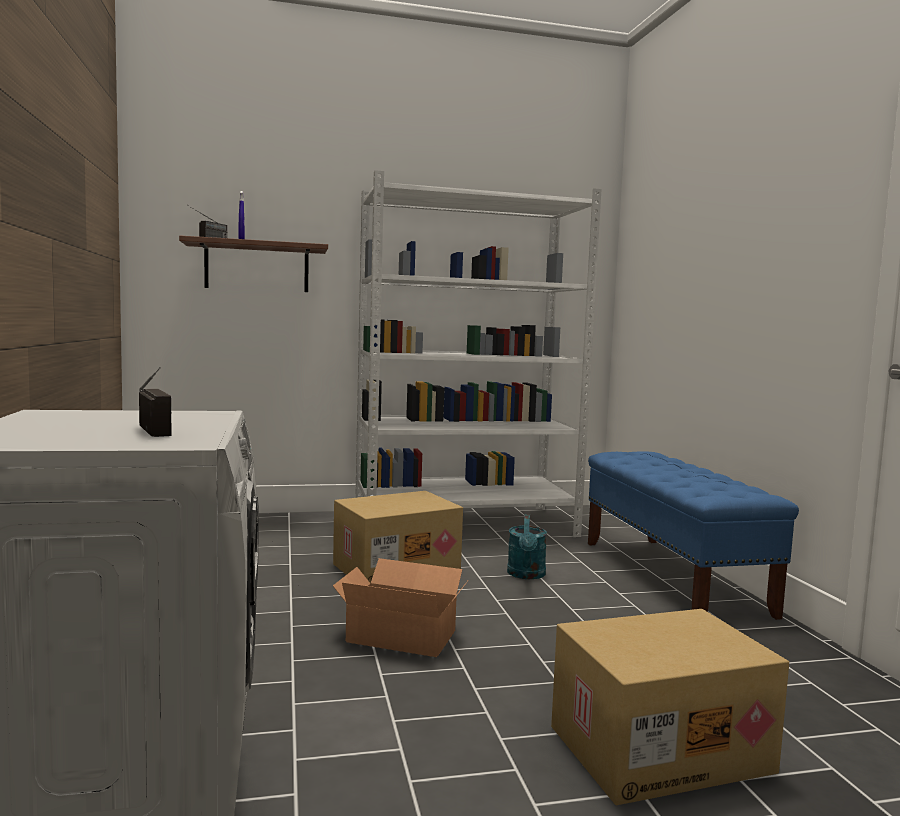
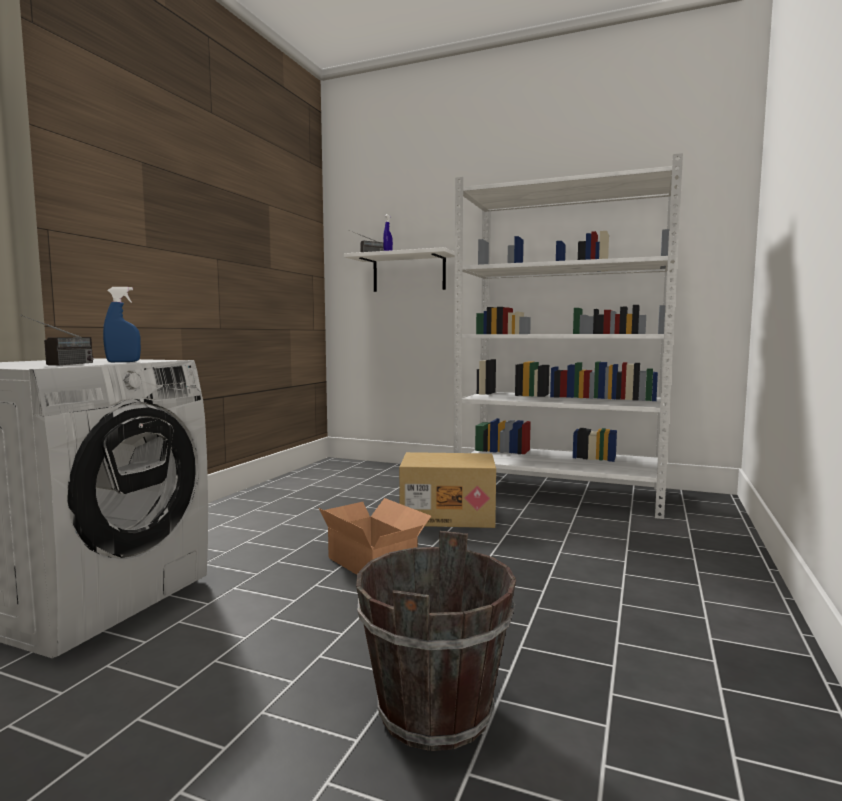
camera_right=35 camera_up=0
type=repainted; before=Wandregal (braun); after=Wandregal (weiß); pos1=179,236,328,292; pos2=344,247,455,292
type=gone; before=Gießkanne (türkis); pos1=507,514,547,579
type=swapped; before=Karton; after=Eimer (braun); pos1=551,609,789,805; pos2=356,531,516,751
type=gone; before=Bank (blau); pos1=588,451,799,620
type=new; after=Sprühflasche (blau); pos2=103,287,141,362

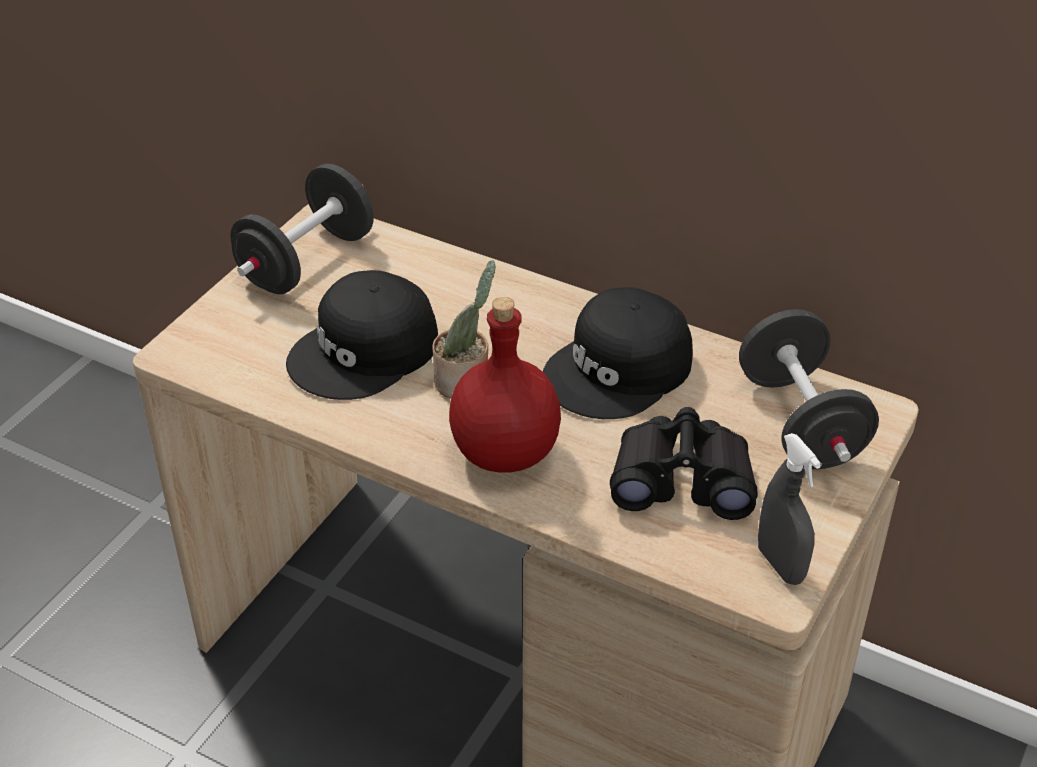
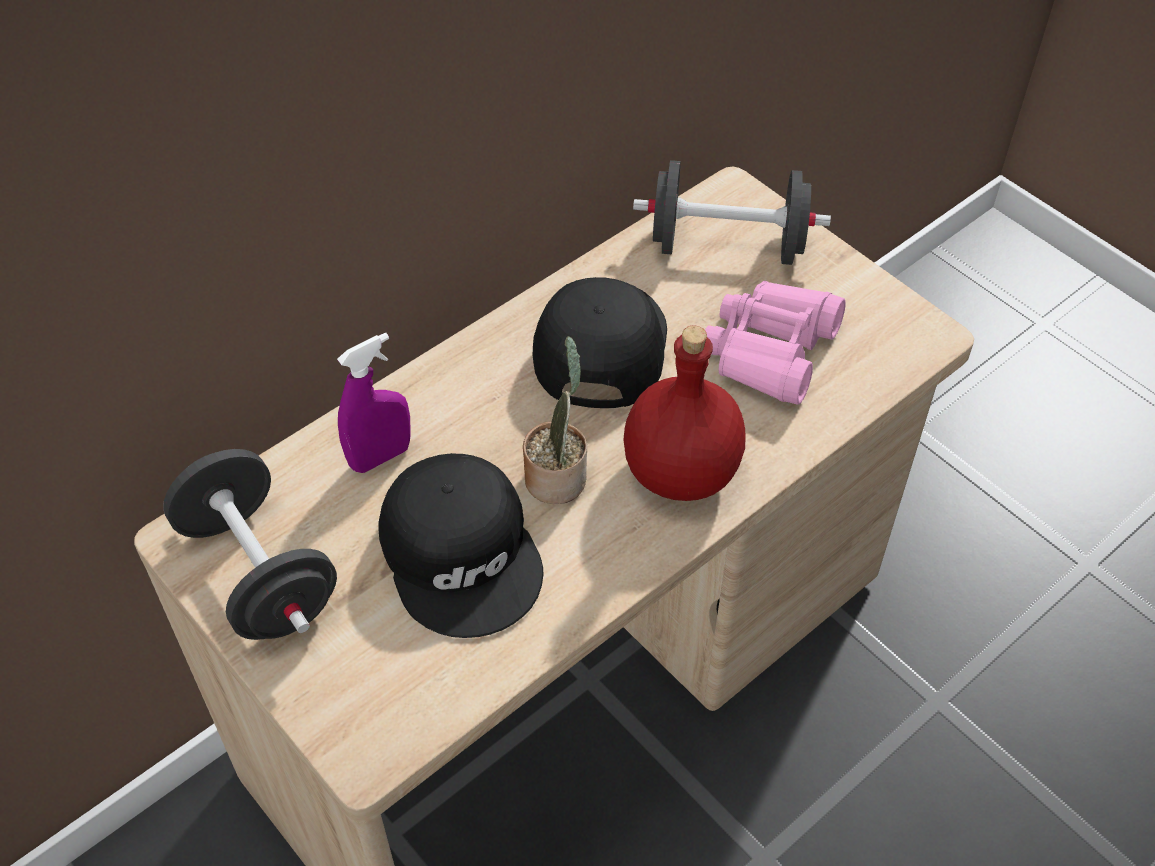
camera_right=-70 camera_up=10
type=rotated; before=Kappe (schwarz); pos1=543,287,693,419; pos2=533,277,667,408; turn=-150
type=repainted; before=Fernglas (schwarz); after=Fernglas (rosa); pos1=610,407,758,520; pos2=705,281,846,404
type=gone; before=Sprühflasche (grau); pos1=758,433,822,585
type=new; after=Sprühflasche (lila); pos2=337,333,411,473

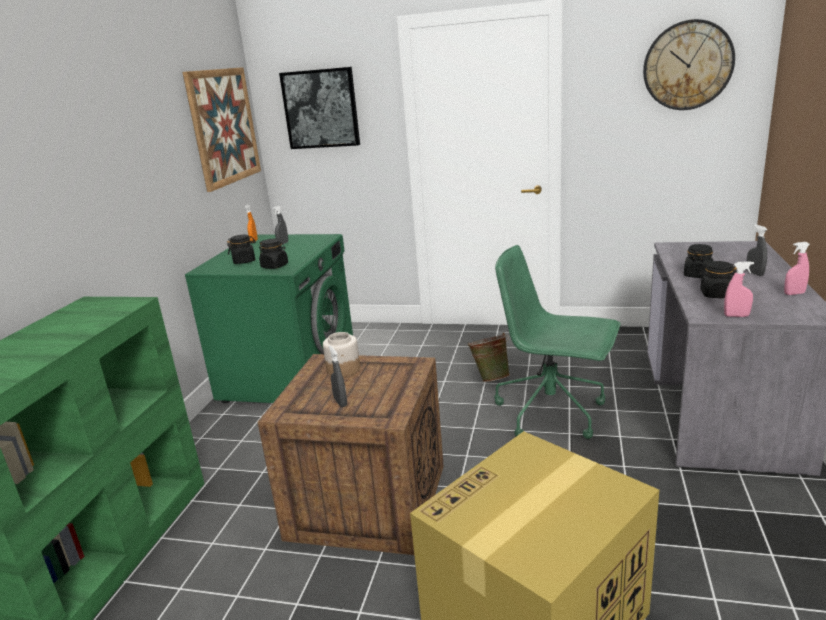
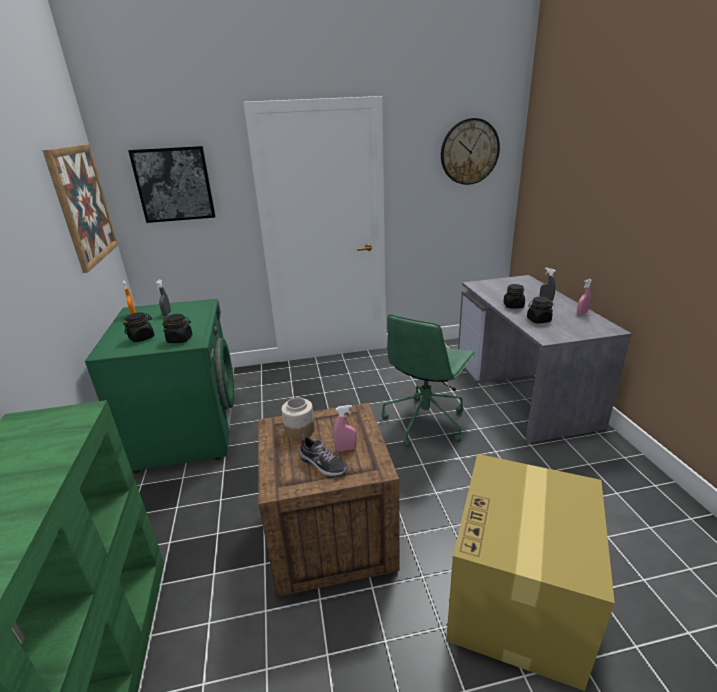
camera_right=-25 camera_up=5
type=swapped; before=Sprühflasche (grau); after=Schuh; pos1=329,345,347,407; pos2=299,434,348,476
type=gone; before=Eimer (grün); pos1=468,332,510,382
type=rotated; before=Bürostuhl (grün); pos1=494,245,621,439; pos2=381,314,476,447; turn=-60
type=shifted; before=Sprühflasche (rosa); pos1=724,261,754,317; pos2=333,405,357,451

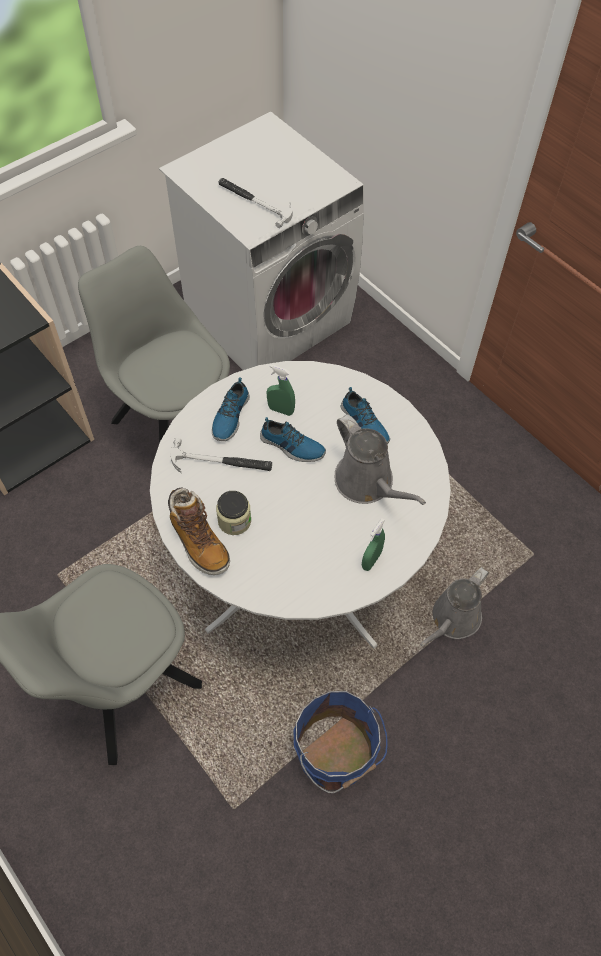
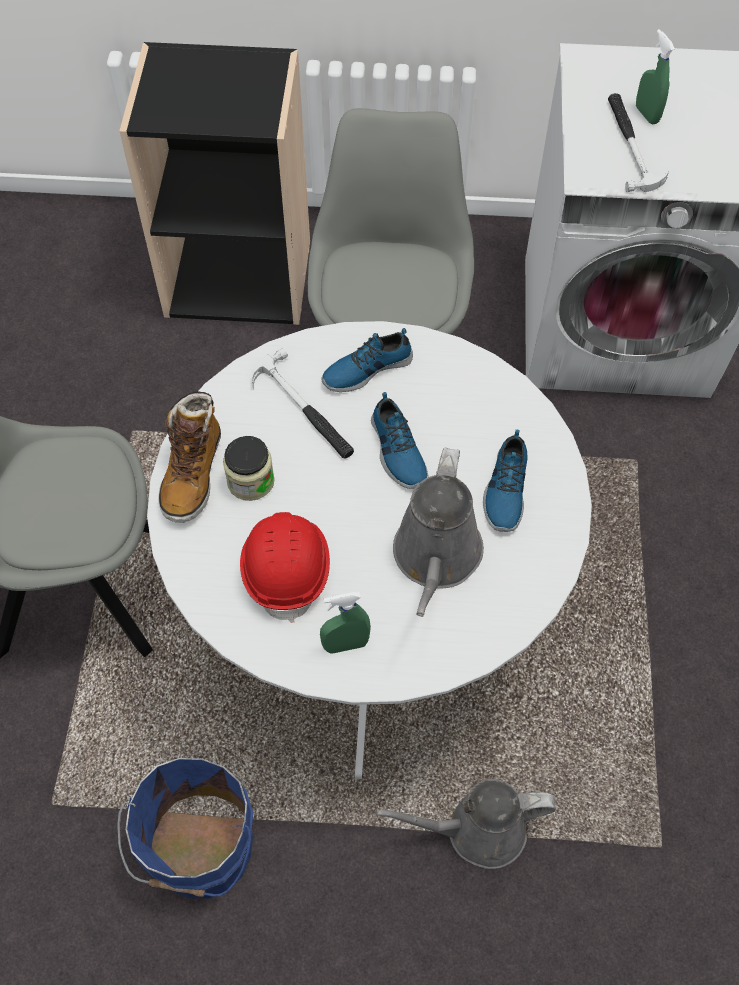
camera_right=45 camera_up=0
type=shifted; before=Sprühflasche (grün); pos1=267,364,295,416; pos2=636,29,675,124
type=new; after=Schutzhelm (rot); pos2=240,512,330,623

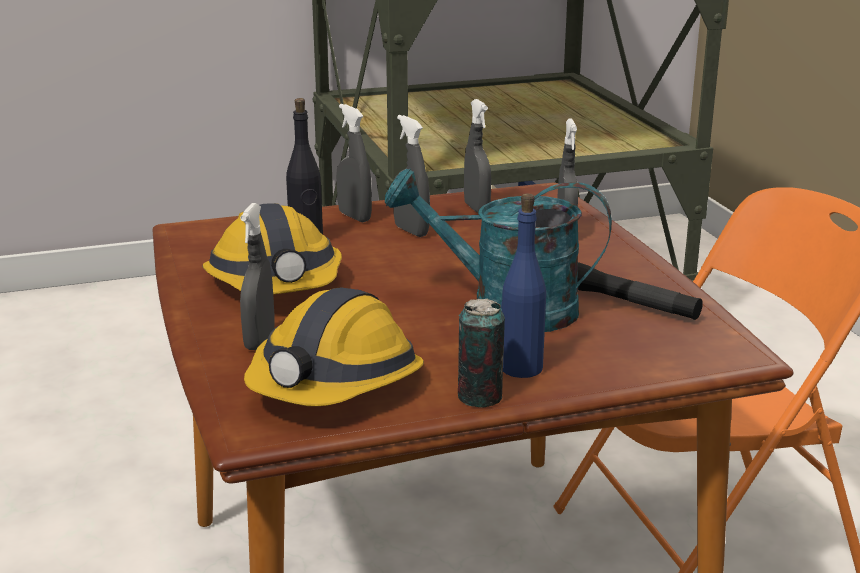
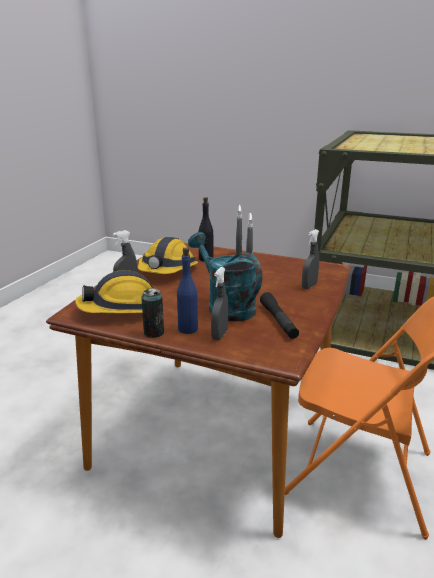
camera_right=40 camera_up=0
type=shifted; before=Sprühflasche (grau); pos1=464,99,491,213; pos2=211,267,228,340

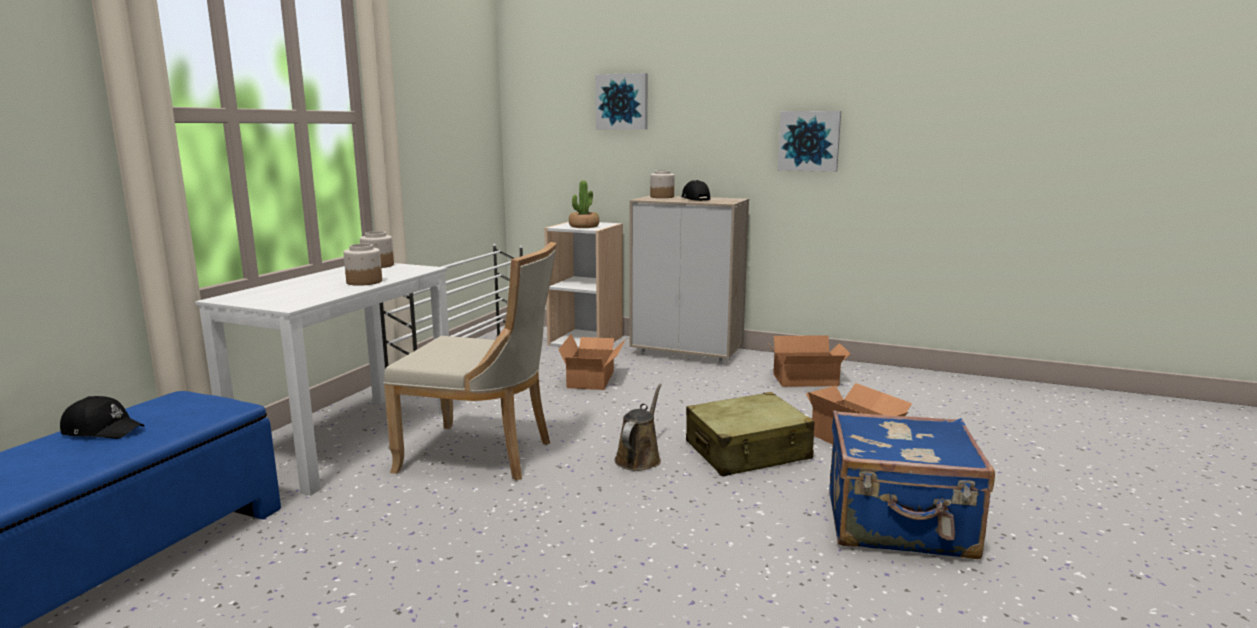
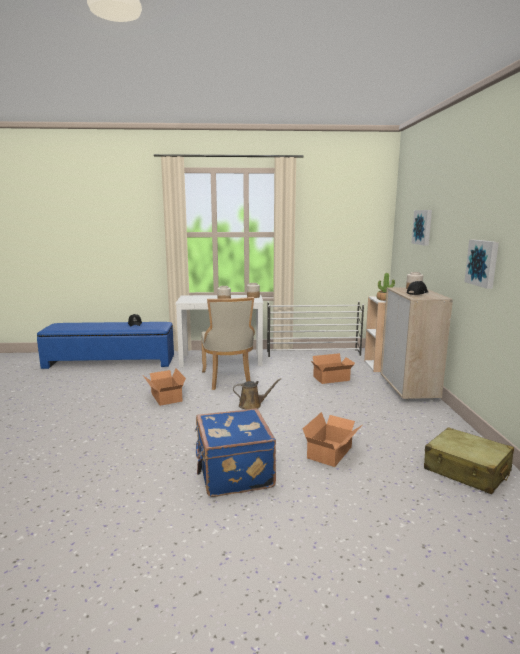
camera_right=65 camera_up=0
type=shifted; before=Koffer (beige); pos1=686,392,815,477; pos2=424,427,514,494
type=shifted; before=Karton; pos1=768,335,851,387; pos2=144,368,186,406

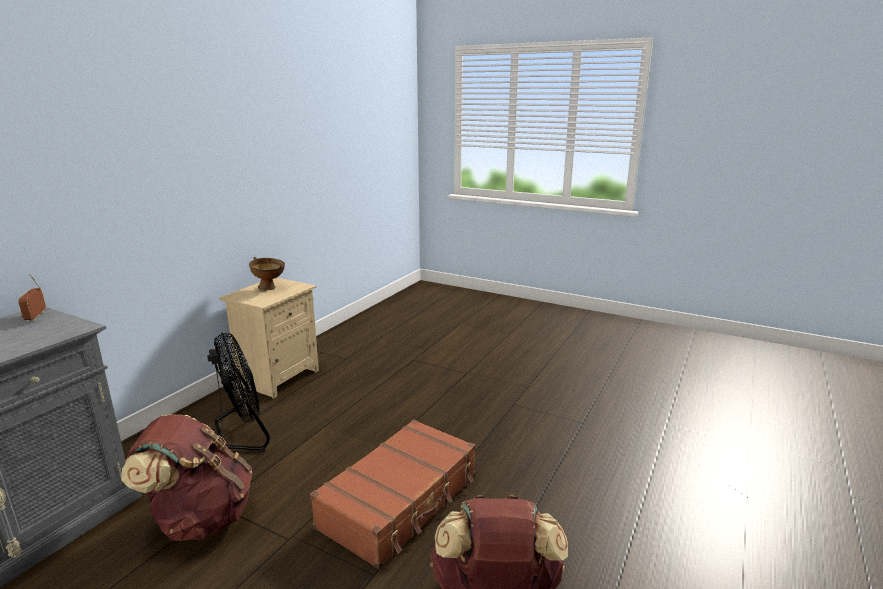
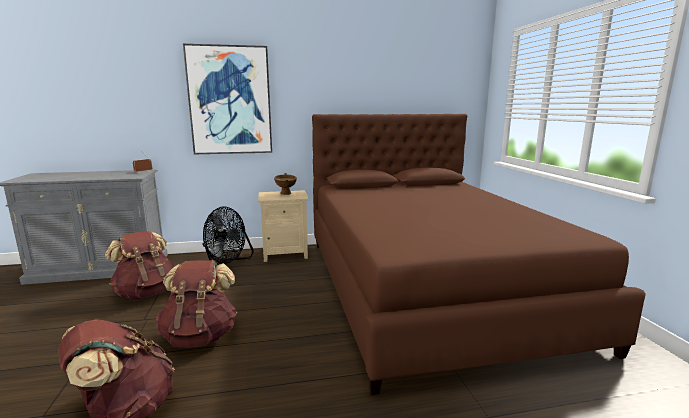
camera_right=50 camera_up=-5
type=swapped; before=Koffer (braun); after=Rucksack (braun); pos1=310,419,476,569; pos2=156,260,237,348
type=new; after=Bild; pos2=183,44,272,154
type=new; after=Bett (braun); pos2=312,114,646,395

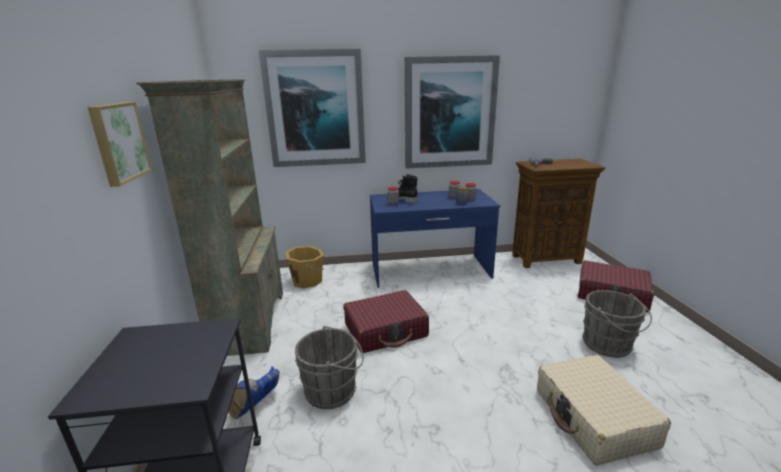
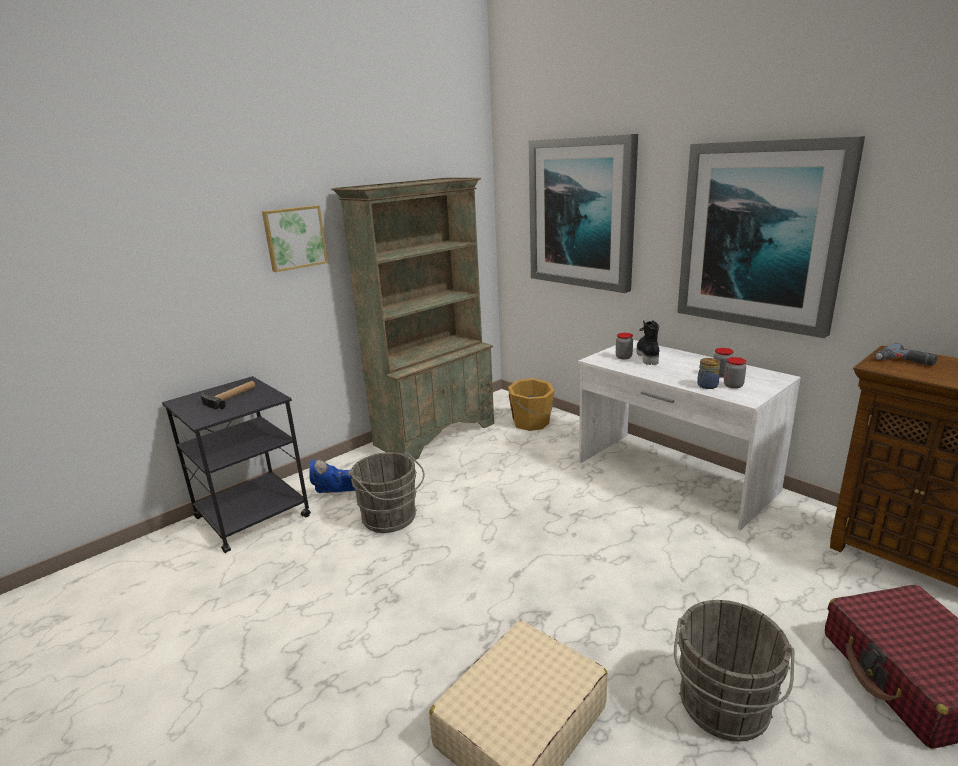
camera_right=55 camera_up=0
type=gone; before=Koffer (rot); pos1=344,290,429,353
type=repainted; before=Schreibtisch (blau); after=Schreibtisch (weiß); pos1=370,189,500,288; pos2=578,340,801,530
type=new; after=Hammer; pos2=201,381,255,409

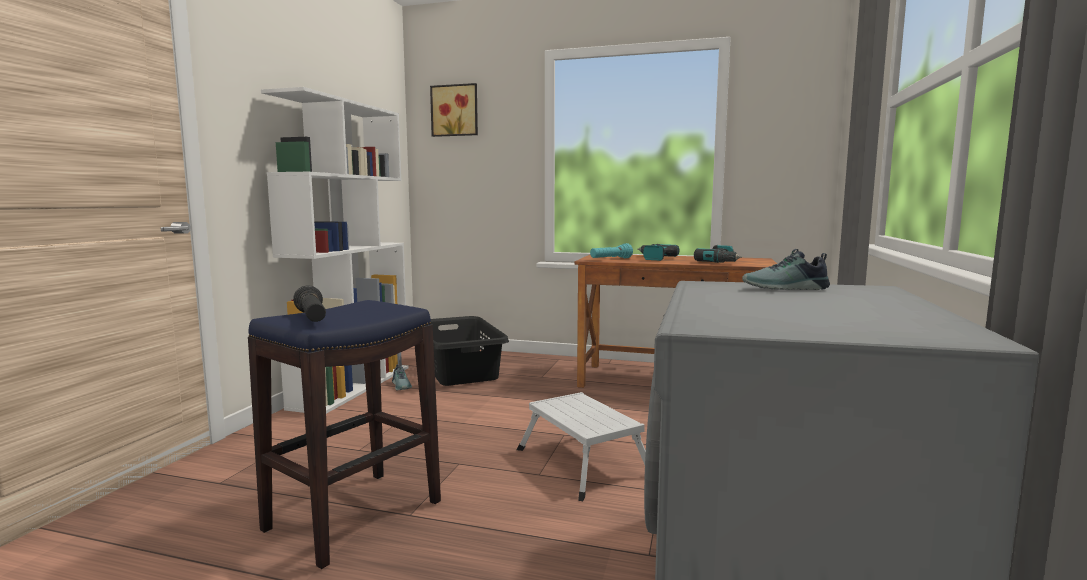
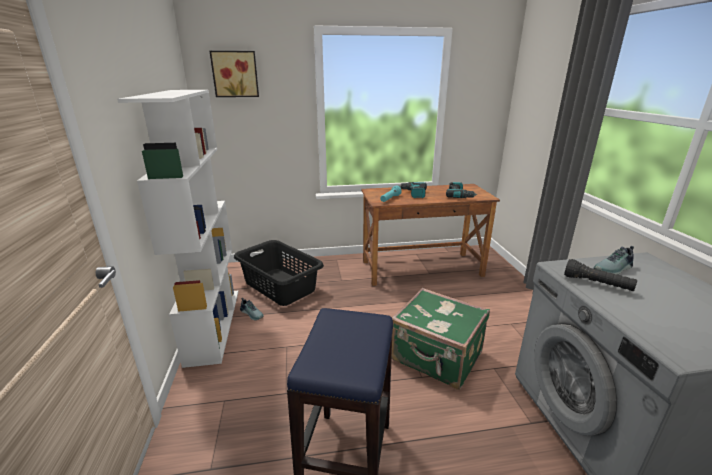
camera_right=-25 camera_up=15
type=shifted; before=Taschenlampe (schwarz); pos1=293,285,326,322; pos2=564,259,637,291
type=swapped; before=Trittleiter (weiß); after=Koffer (grün); pos1=516,392,646,501; pos2=391,288,490,390

